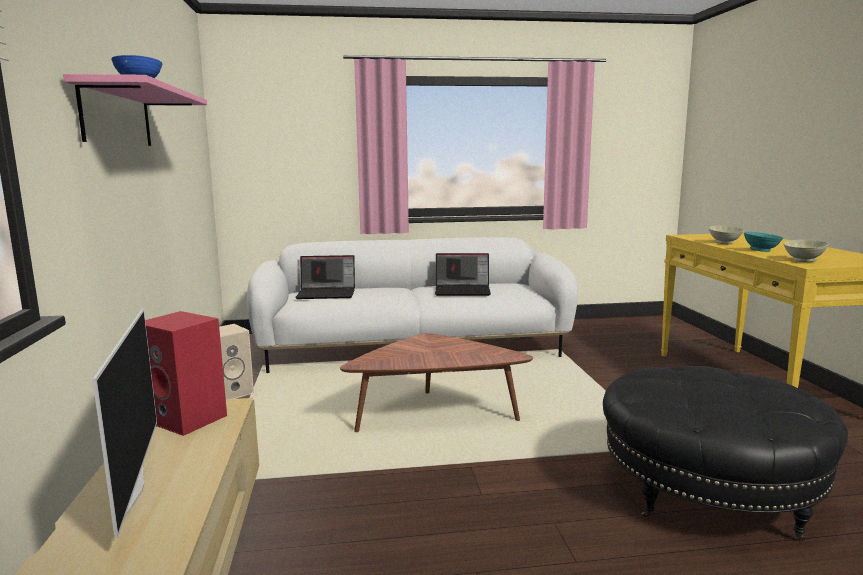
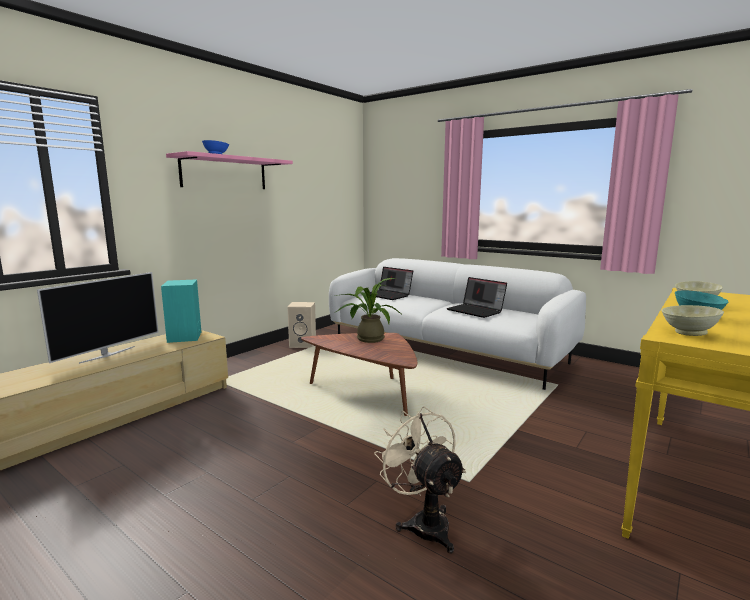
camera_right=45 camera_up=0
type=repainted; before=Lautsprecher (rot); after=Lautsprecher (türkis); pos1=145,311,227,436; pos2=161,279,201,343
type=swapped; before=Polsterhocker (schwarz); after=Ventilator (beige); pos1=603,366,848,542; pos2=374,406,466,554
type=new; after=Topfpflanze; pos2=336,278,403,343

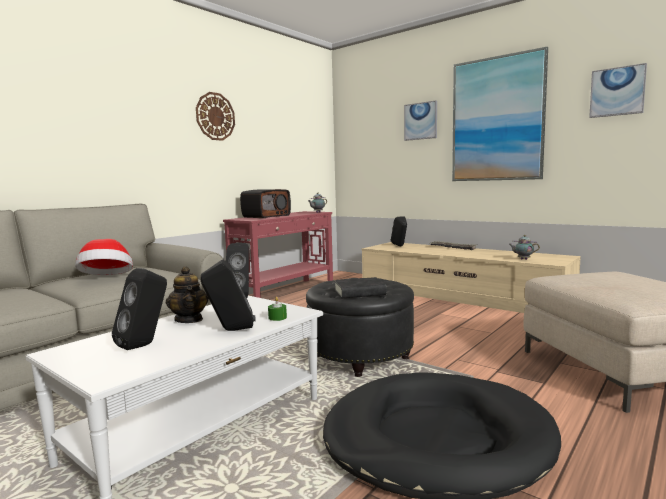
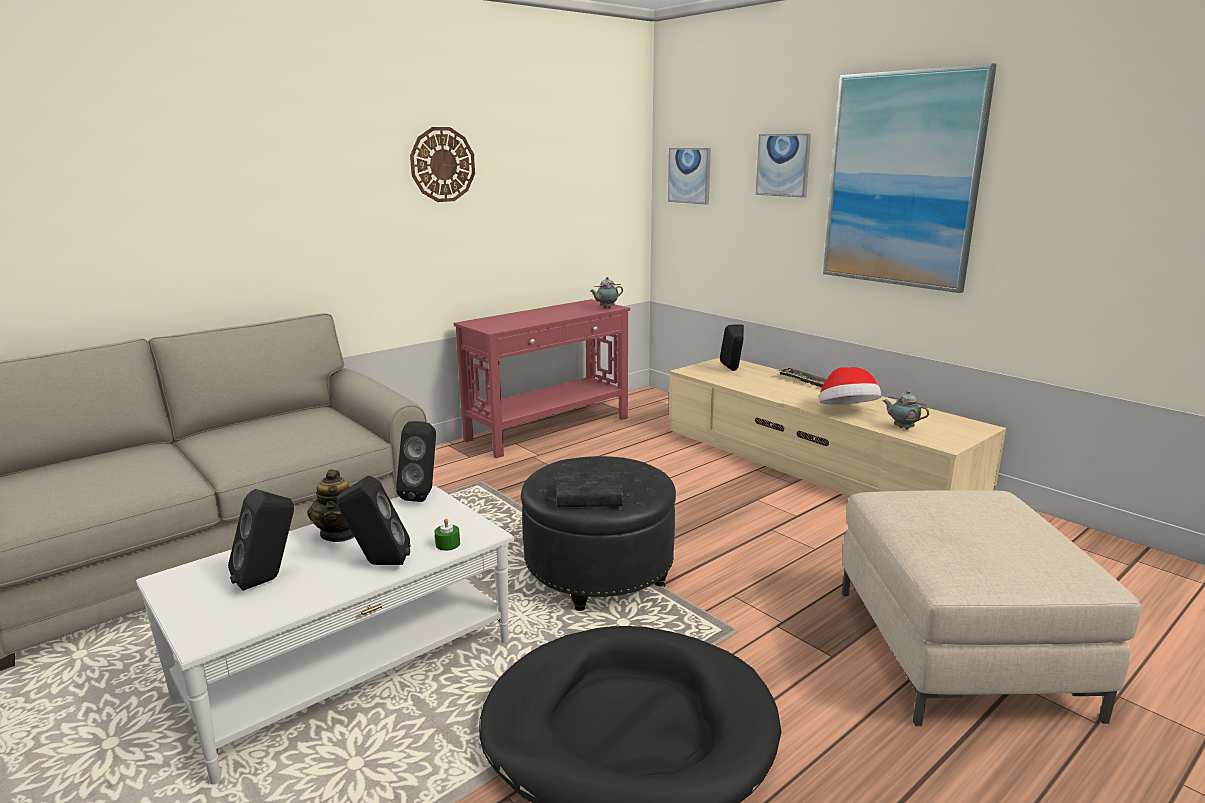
camera_right=10 camera_up=10
type=shifted; before=Hut; pos1=75,239,133,275; pos2=819,367,881,404
type=gone; before=Radio; pos1=240,189,291,218
type=shifted; before=Bild; pos1=589,63,647,118; pos2=668,148,711,205

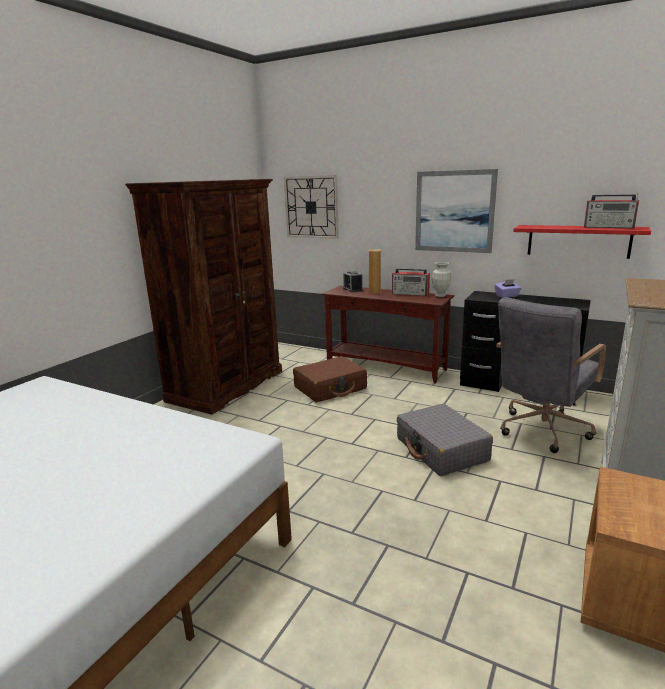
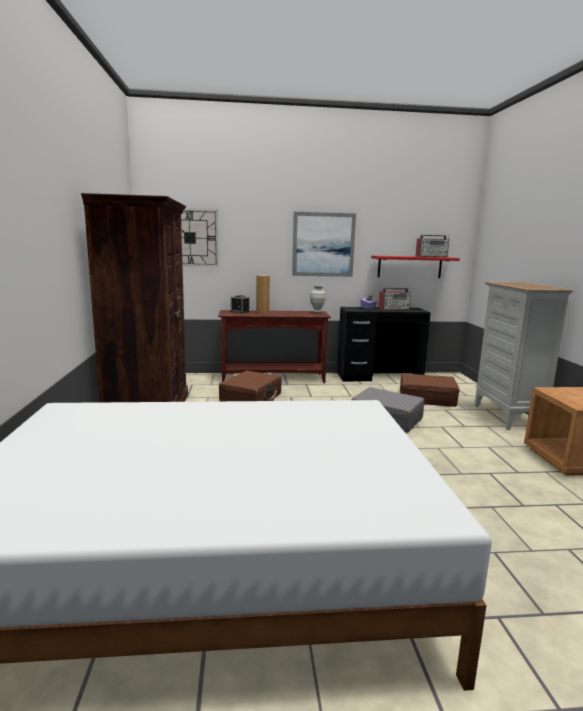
camera_right=-35 camera_up=-5
type=shifted; before=Radio; pos1=392,268,430,296; pos2=379,287,411,310
type=swapped; before=Bürostuhl (grau); after=Koffer (braun); pos1=496,297,606,453; pos2=400,373,460,407

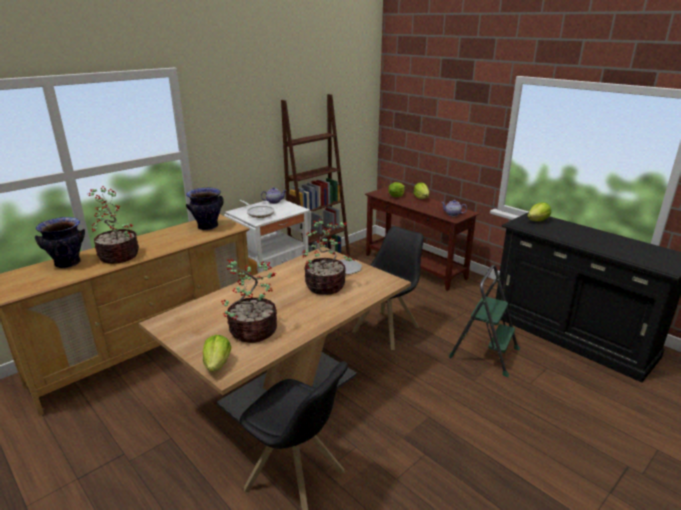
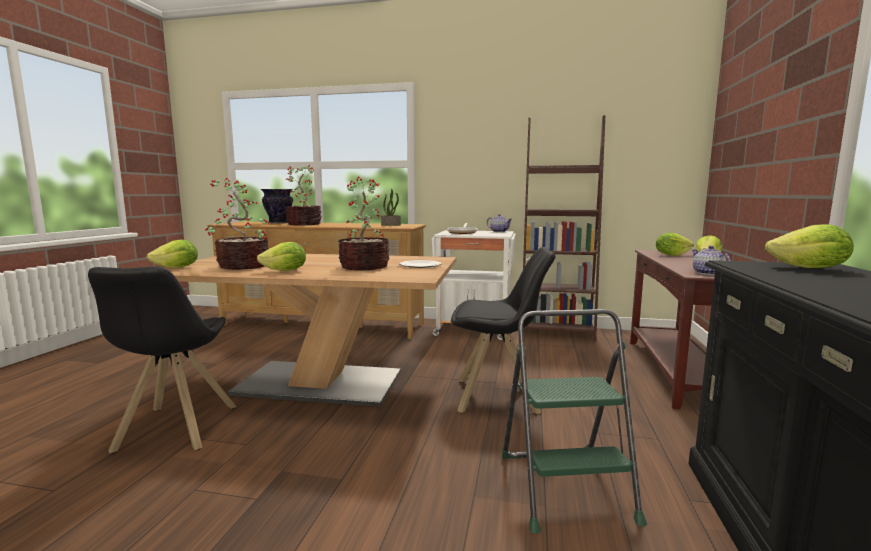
camera_right=55 camera_up=-15
type=swapped; before=Vase; after=Topfpflanze; pos1=186,188,224,230; pos2=381,189,401,226
type=new; after=Salatkopf; pos2=257,242,306,271

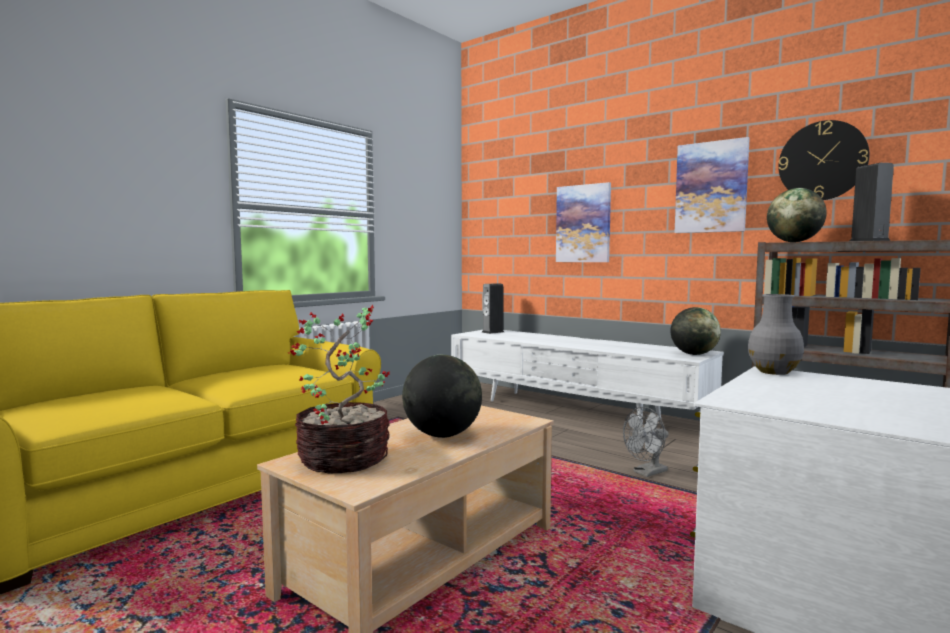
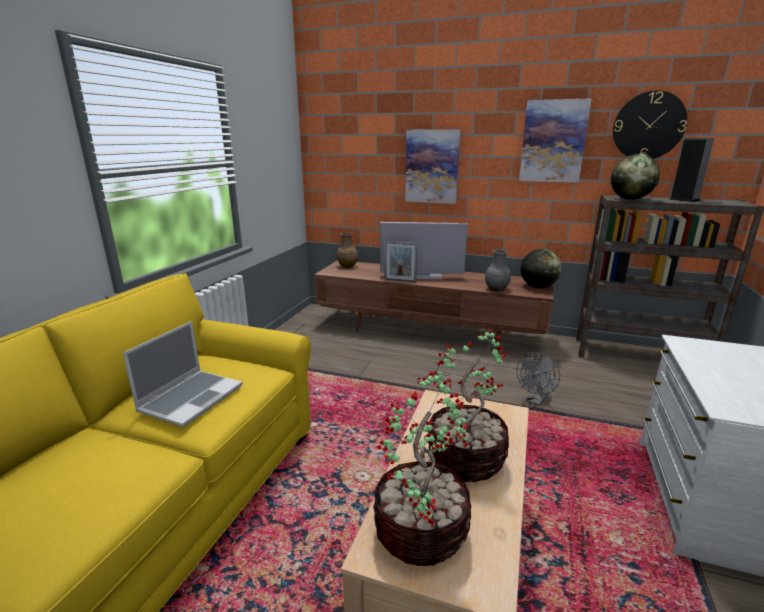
camera_right=-20 camera_up=15
type=swapped; before=Globus; after=Topfpflanze; pos1=402,355,482,438; pos2=428,330,509,482
type=repainted; before=Fernsehschrank (weiß); after=Fernsehschrank (braun); pos1=451,330,724,425; pos2=314,260,554,350
type=swapped; before=Lautsprecher; after=Vase (braun); pos1=482,283,504,334; pos2=337,233,358,268
type=shifted; before=Vase (grau); pos1=748,294,804,375; pos2=485,250,511,291
type=new; after=Laptop; pos2=123,321,243,427
type=new; after=Fernseher; pos2=380,222,468,279
type=new; after=Bilderrahmen; pos2=385,241,417,282

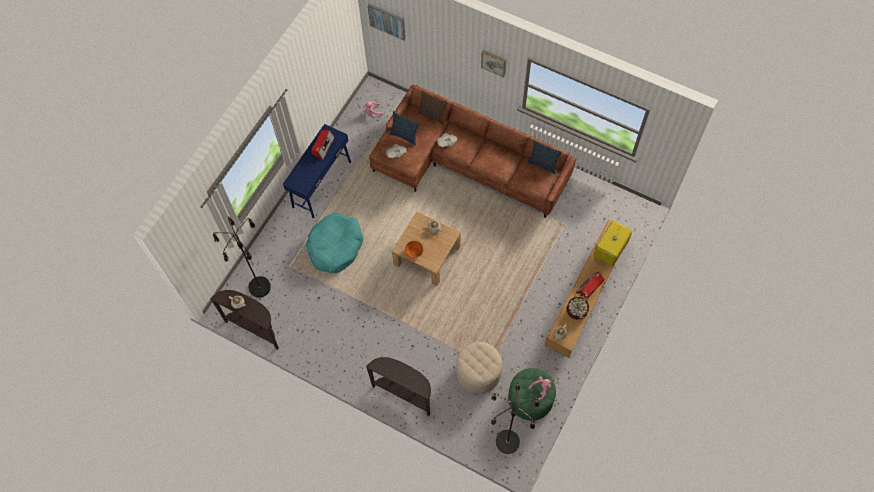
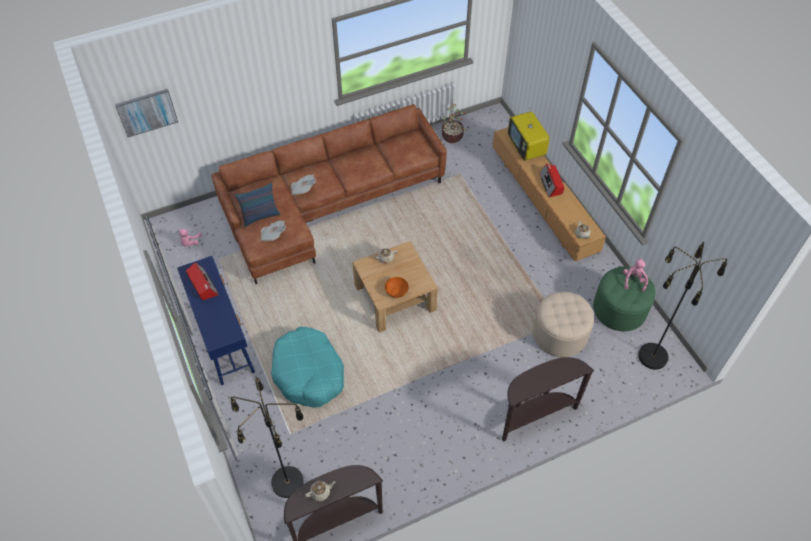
camera_right=-55 camera_up=-10
type=gone; before=Kissen (braun); pos1=417,90,448,125
type=gone; before=Bild; pos1=481,50,506,77
type=gone; before=Kissen (blau); pos1=527,140,562,174
type=shifted; before=Topfpflanze; pos1=566,291,589,320; pos2=442,104,468,143

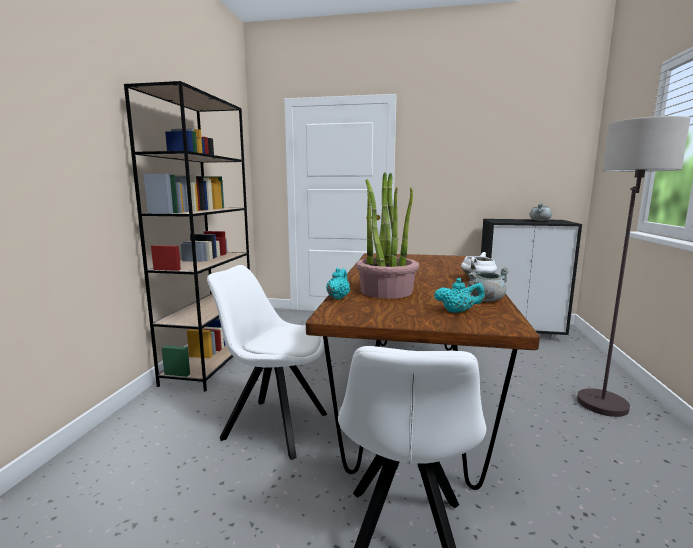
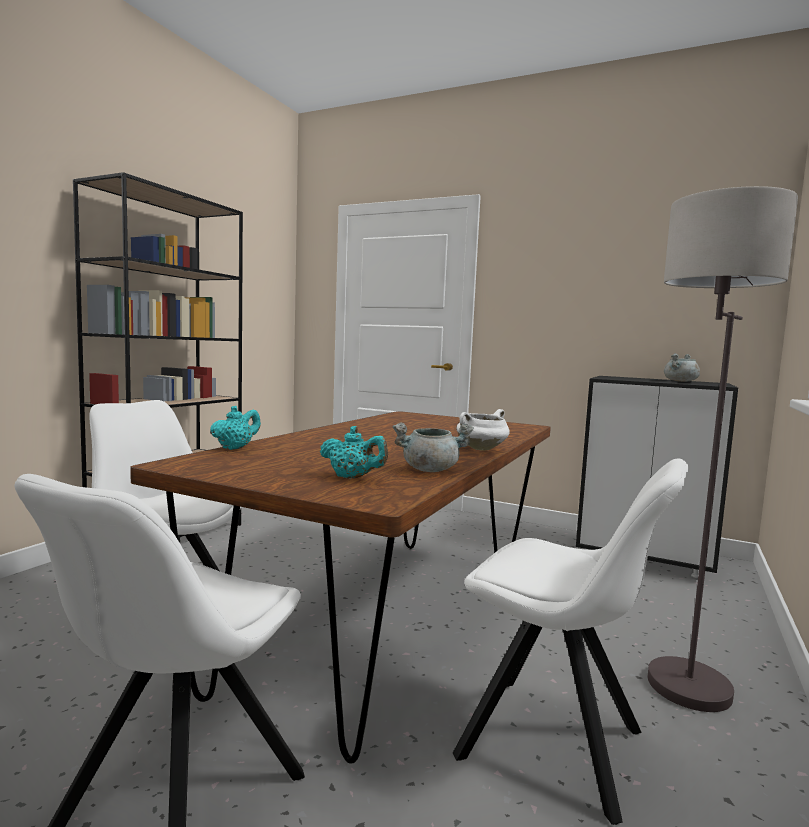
camera_right=15 camera_up=-5
type=gone; before=Topfpflanze; pos1=356,173,419,299
type=new; after=Stuhl (weiß); pos2=453,459,688,825

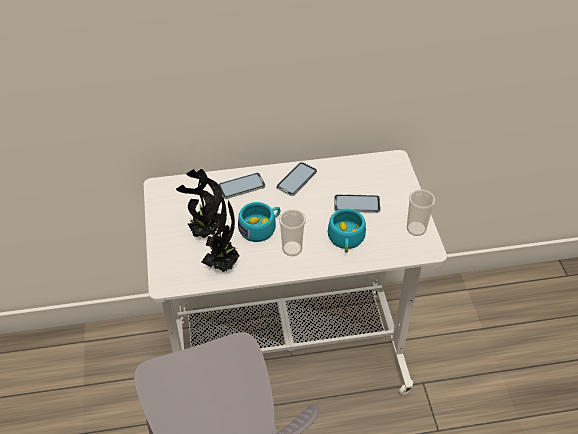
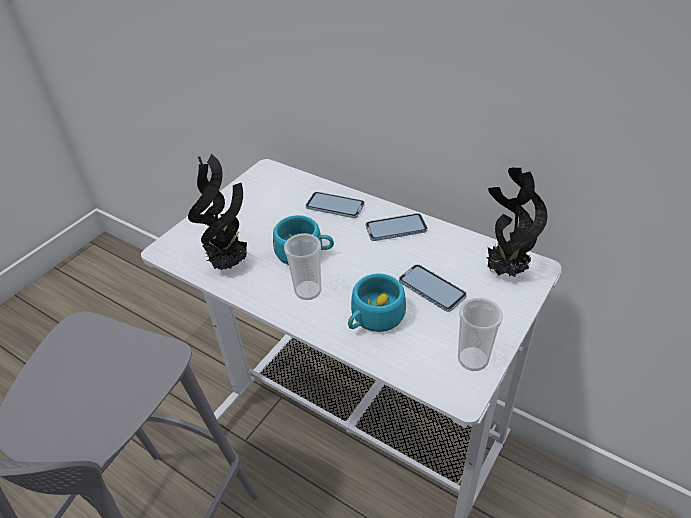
camera_right=45 camera_up=-5
type=shifted; before=Topfpflanze; pos1=176,169,222,239; pos2=487,168,547,277

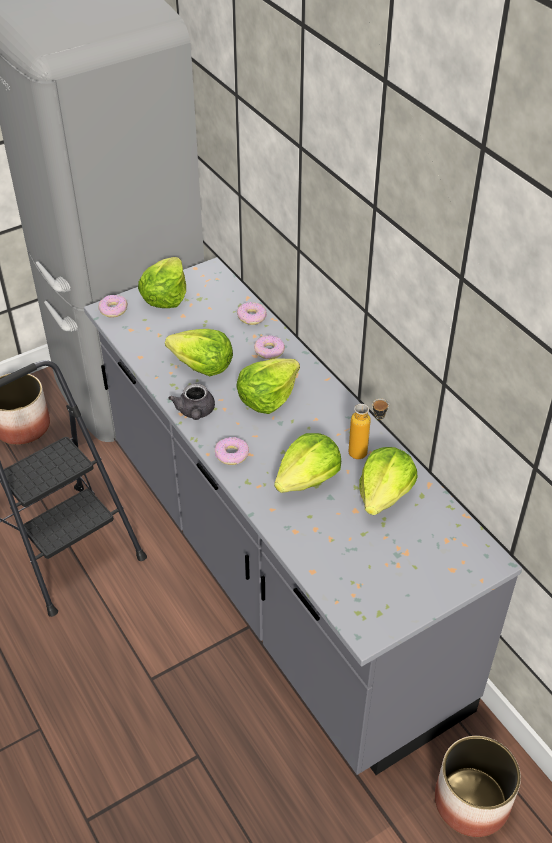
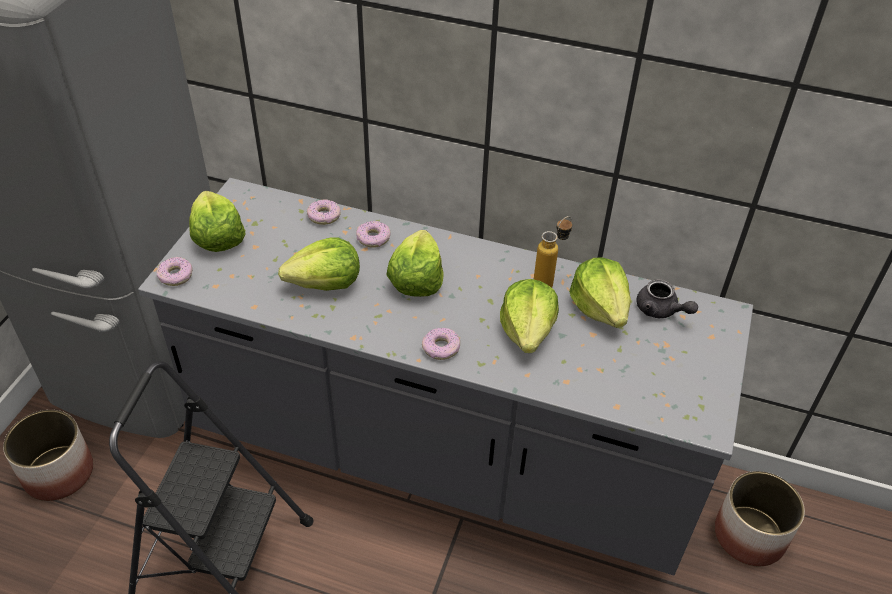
camera_right=-40 camera_up=0
type=shifted; before=Teekanne (grau); pos1=168,384,215,420; pos2=636,279,698,318

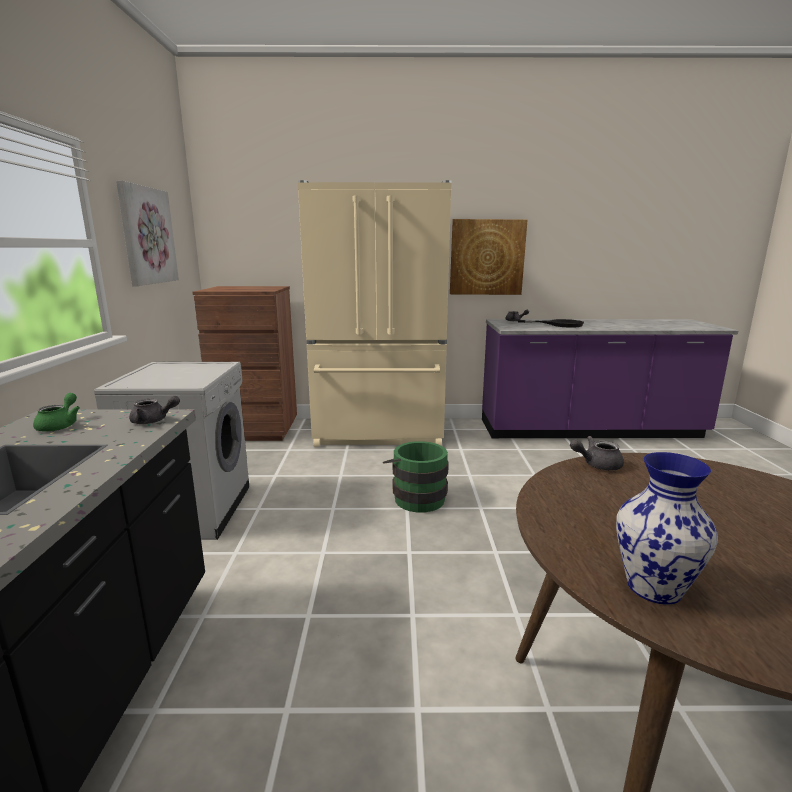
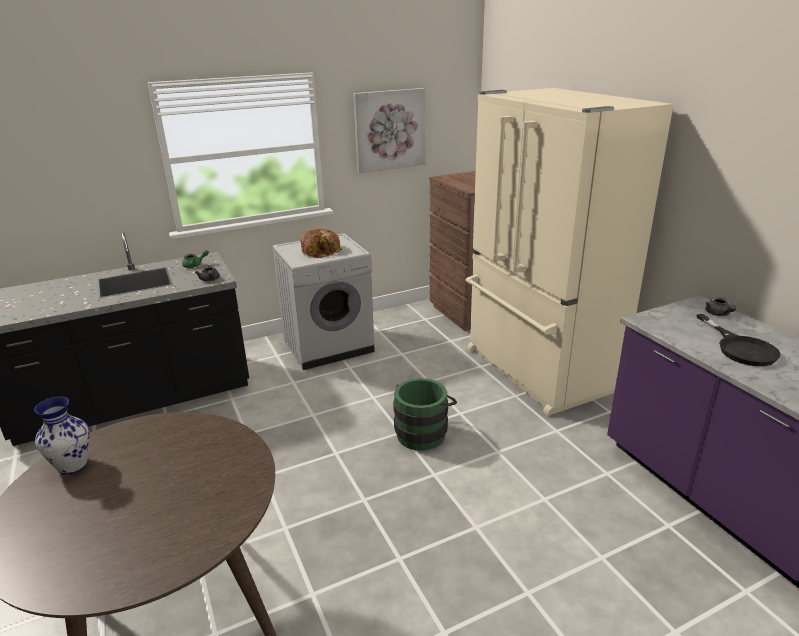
camera_right=65 camera_up=10
type=gone; before=Bild; pos1=450,219,528,295
type=gone; before=Teekanne (grau); pos1=570,436,624,470
type=new; after=Brot; pos2=300,228,342,258

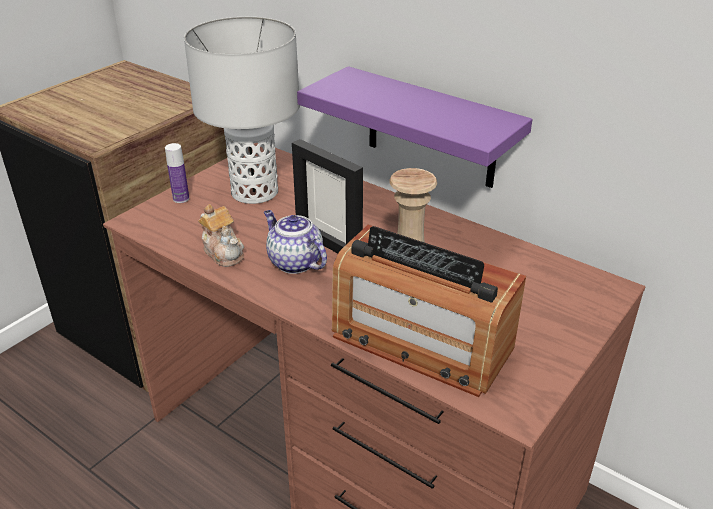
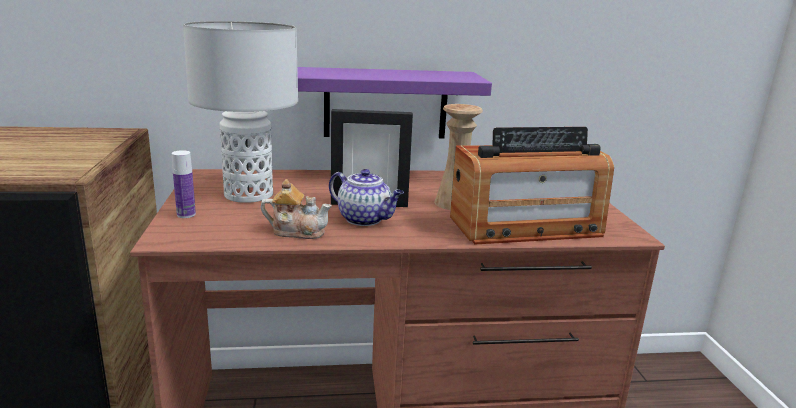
camera_right=-45 camera_up=-15
type=rotated; before=Teekanne; pos1=264,210,327,274; pos2=329,169,404,226; turn=-150

